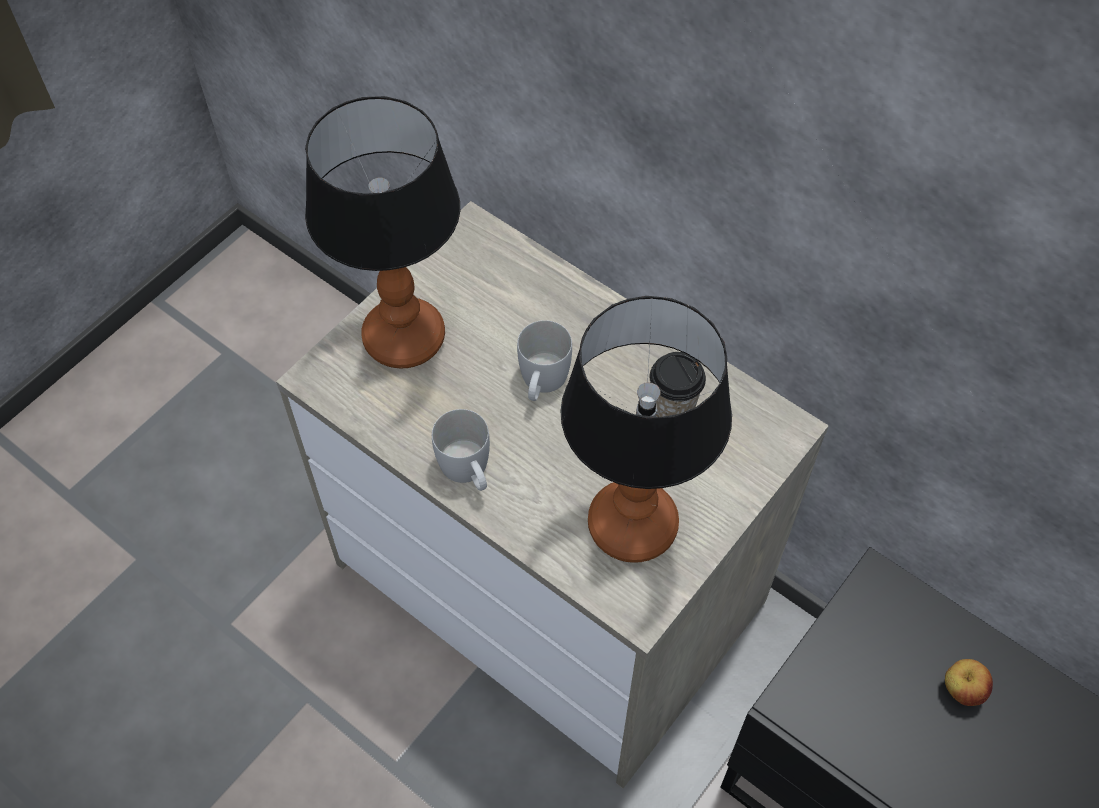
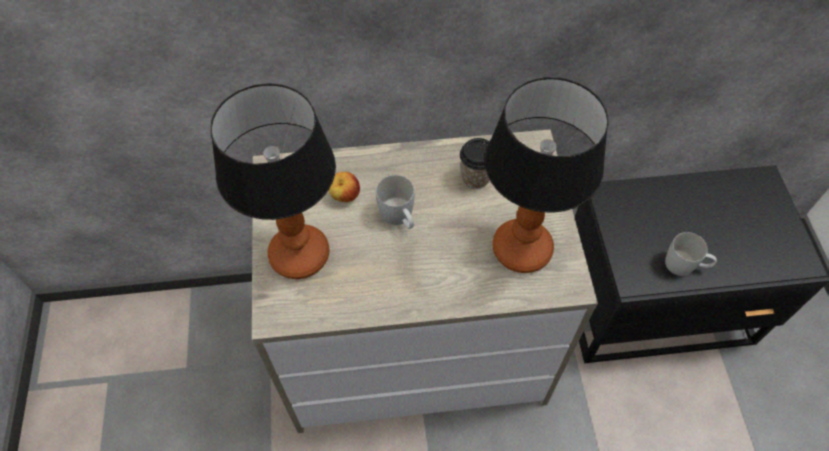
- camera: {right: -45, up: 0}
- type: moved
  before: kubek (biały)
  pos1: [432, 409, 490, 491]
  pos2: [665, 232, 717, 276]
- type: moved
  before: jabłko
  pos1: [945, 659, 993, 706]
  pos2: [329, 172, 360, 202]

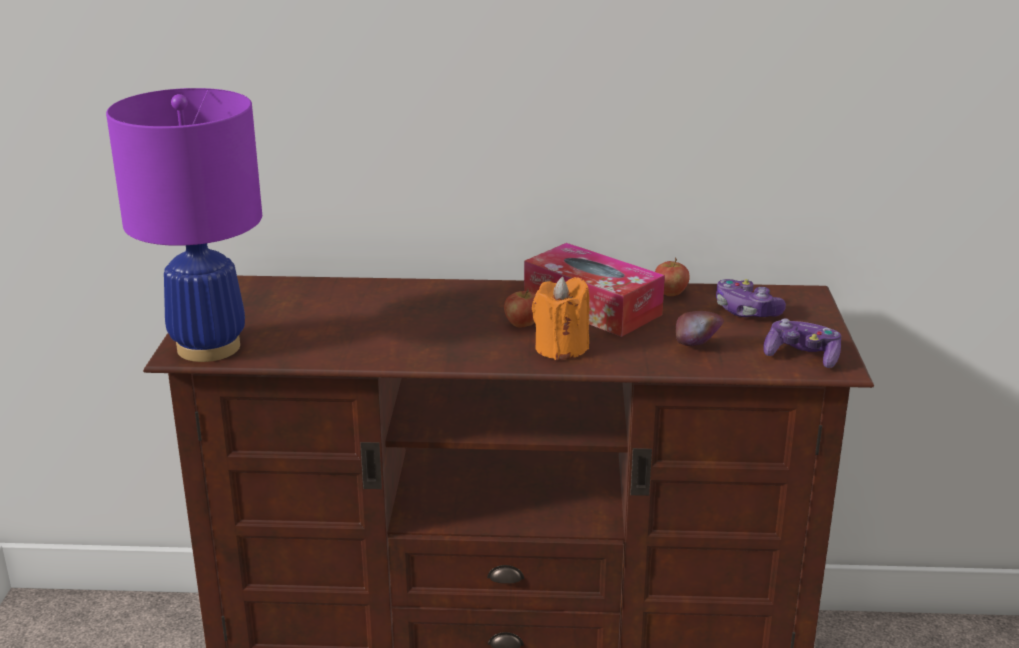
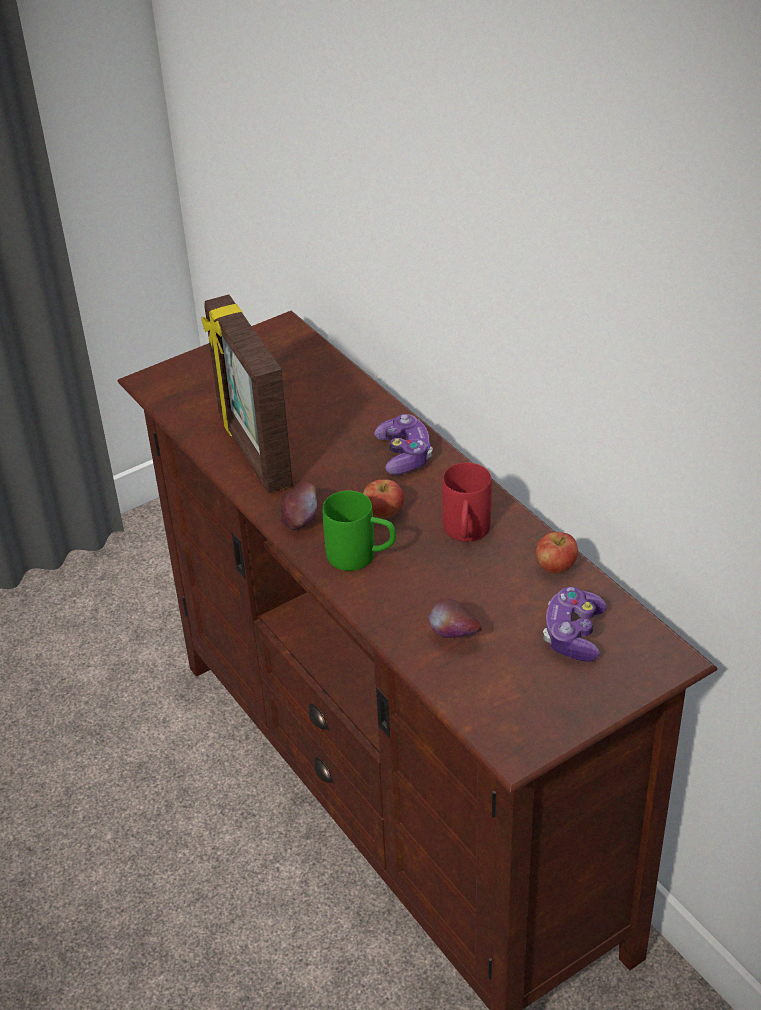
- camera: {right: 55, up: 15}
- type: removed
  before: lampa stołowa (fioletowy)
  pos1: [106, 88, 262, 362]
- type: replaced
  before: pudełko chusteczek
  after: kubek (czerwony)
  pos1: [524, 243, 665, 337]
  pos2: [442, 463, 492, 542]
- type: replaced
  before: świeca (pomarańczowy)
  after: kubek (zielony)
  pos1: [532, 277, 590, 360]
  pos2: [323, 491, 396, 571]
- type: moved
  before: pad do gier
  pos1: [763, 318, 841, 368]
  pos2: [374, 414, 433, 475]
- type: added
  after: ramka na zdjęcie
  pos2: [202, 294, 293, 493]
- type: added
  after: jabłko
  pos2: [281, 482, 317, 530]

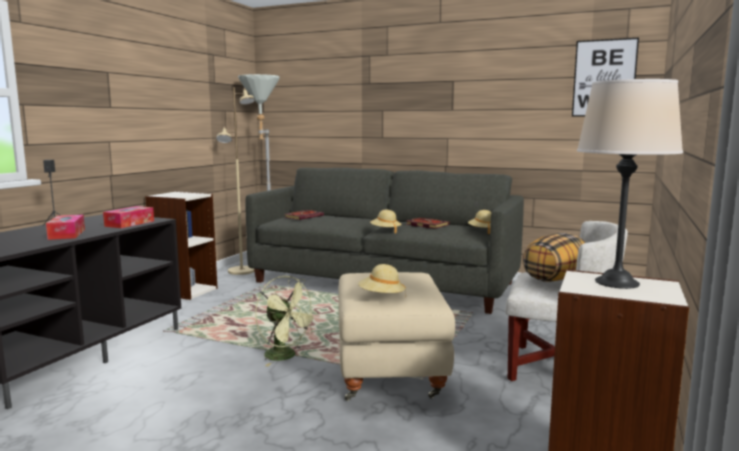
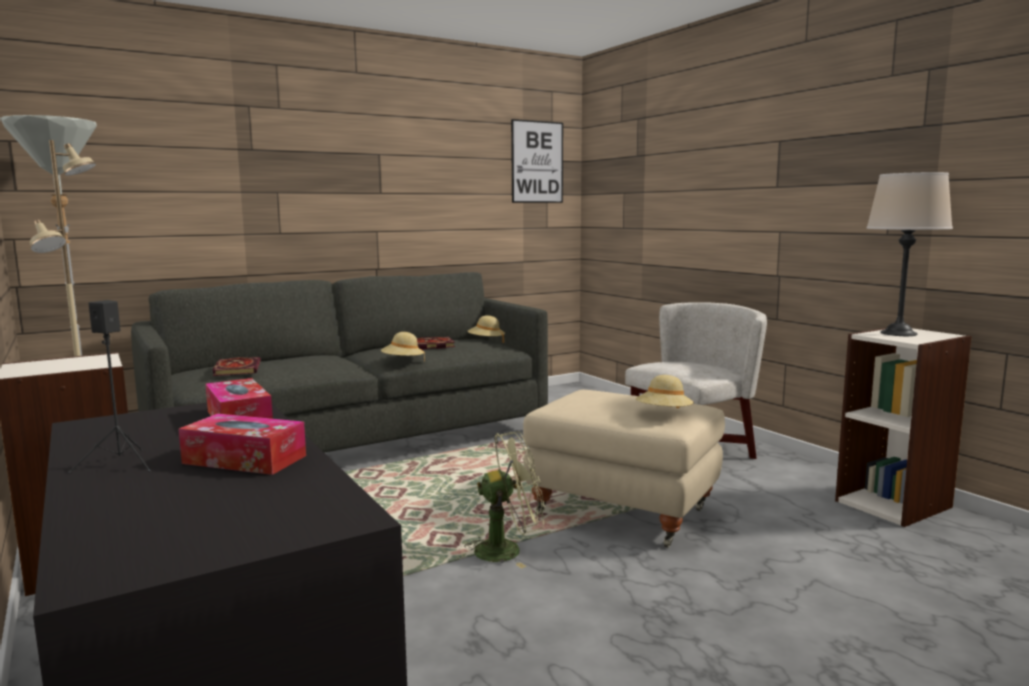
- camera: {right: -55, up: 0}
- type: removed
  before: poduszka
  pos1: [522, 233, 585, 282]

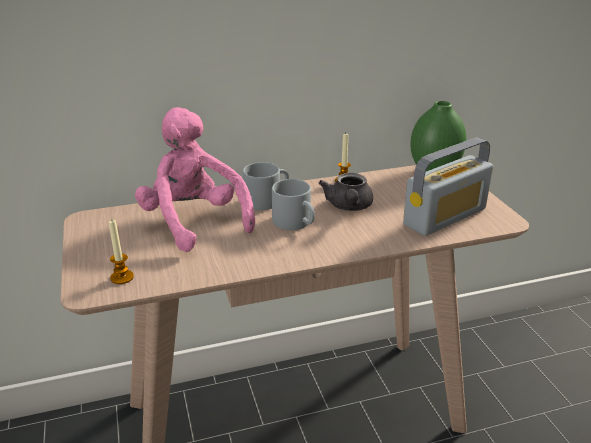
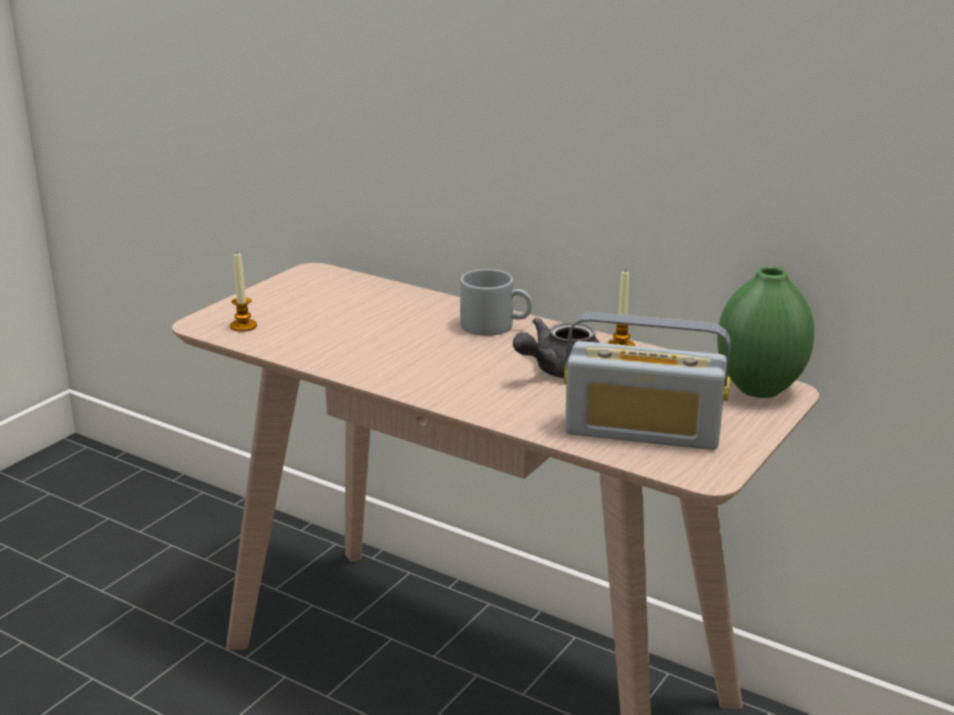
- camera: {right: 50, up: -5}
- type: removed
  before: pluszak (różowy)
  pos1: [135, 107, 255, 252]
- type: removed
  before: kubek (szary)
  pos1: [272, 179, 315, 230]

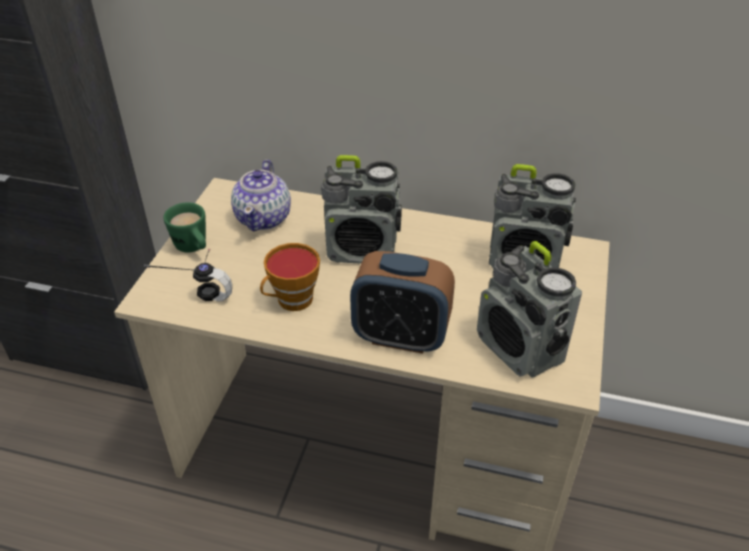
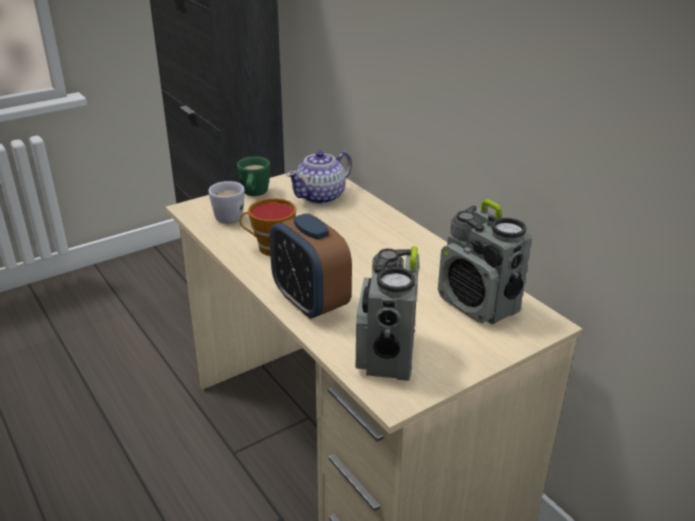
- camera: {right: 40, up: -10}
- type: replaced
  before: słuchawki
  after: kubek (biały)
  pos1: [144, 249, 232, 301]
  pos2: [208, 181, 245, 224]
- type: removed
  before: radio
  pos1: [321, 155, 402, 263]

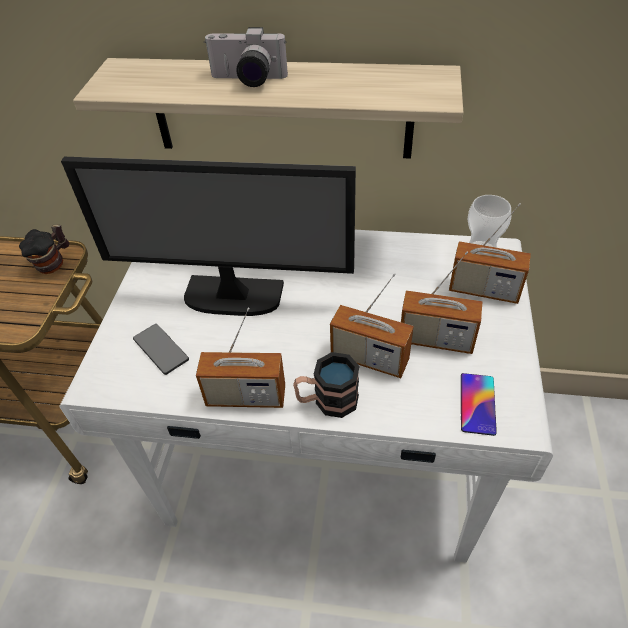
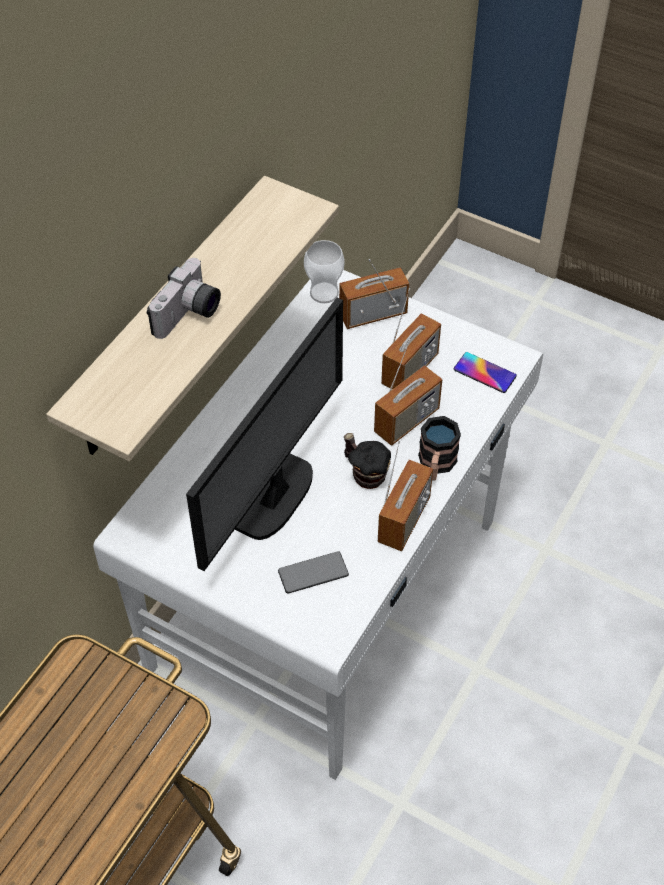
- camera: {right: -70, up: 5}
- type: moved
  before: kubek
  pos1: [19, 224, 70, 274]
  pos2: [344, 433, 391, 489]
- type: turned
  before: radio
  pos1: [449, 203, 531, 304]
  pos2: [339, 259, 409, 329]
  turn: -150

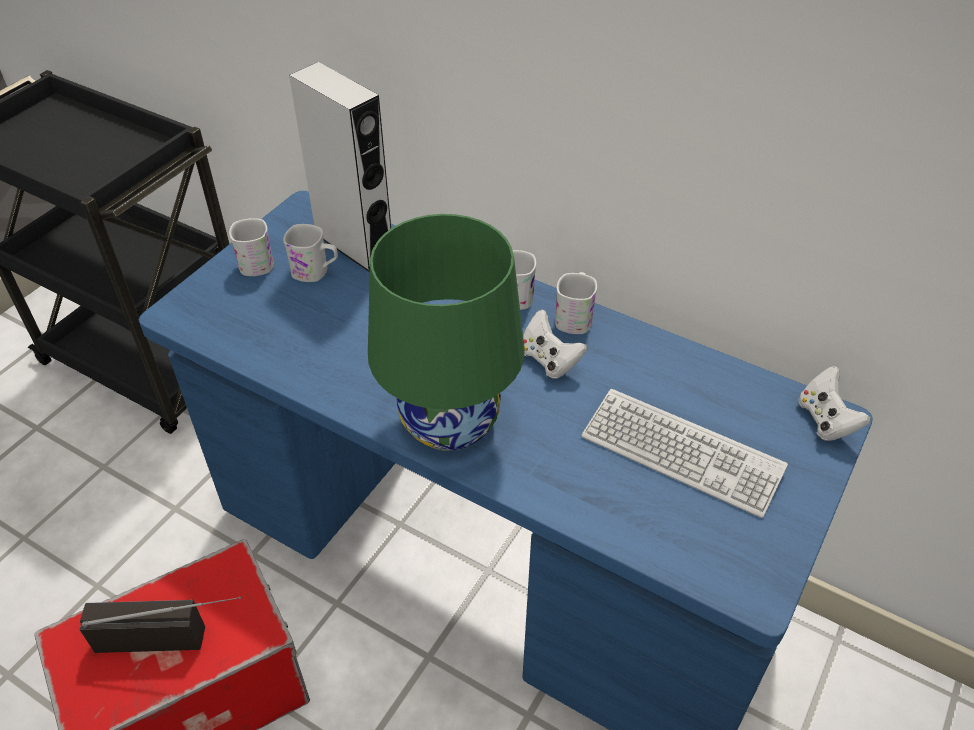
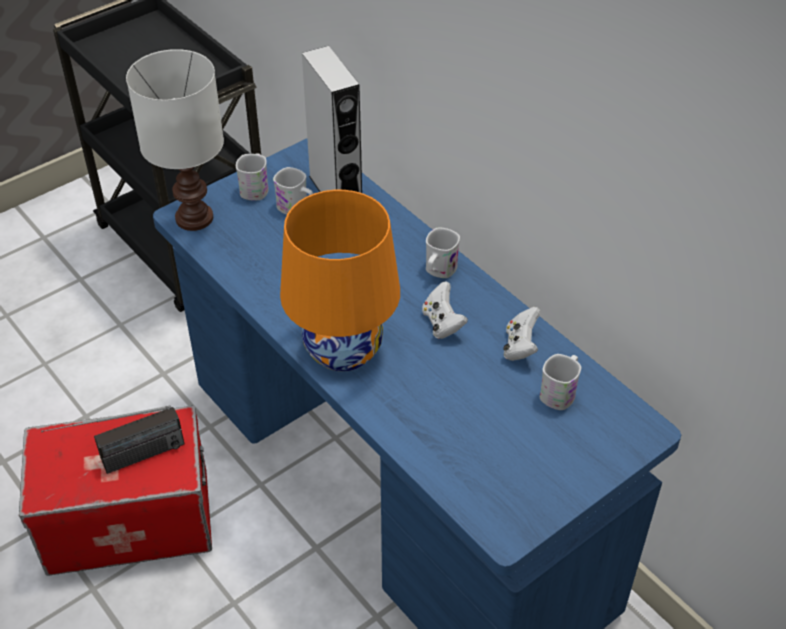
- camera: {right: 20, up: 0}
- type: turned
  before: radio
  pos1: [80, 596, 241, 653]
  pos2: [41, 405, 184, 474]
  turn: 135
- type: recoloured
  before: lampa stołowa (zielony)
  after: lampa stołowa (pomarańczowy)
  pos1: [368, 214, 525, 451]
  pos2: [280, 190, 400, 372]
- type: moved
  before: kubek (biały)
  pos1: [555, 272, 597, 334]
  pos2: [540, 354, 581, 410]
- type: removed
  before: klawiatura
  pos1: [582, 389, 788, 518]
- type: moved
  before: pad do gier (biały)
  pos1: [799, 367, 871, 441]
  pos2: [503, 307, 541, 361]
- type: added
  after: lampa stołowa (biały)
  pos2: [126, 49, 224, 231]

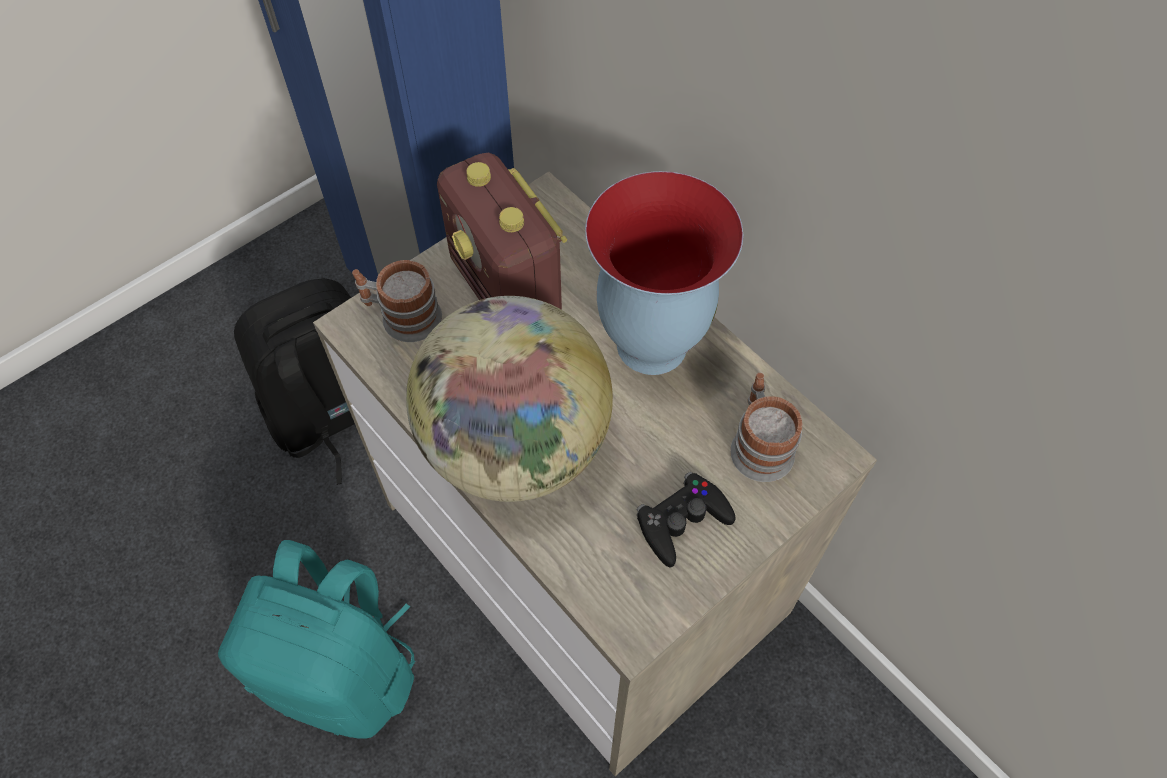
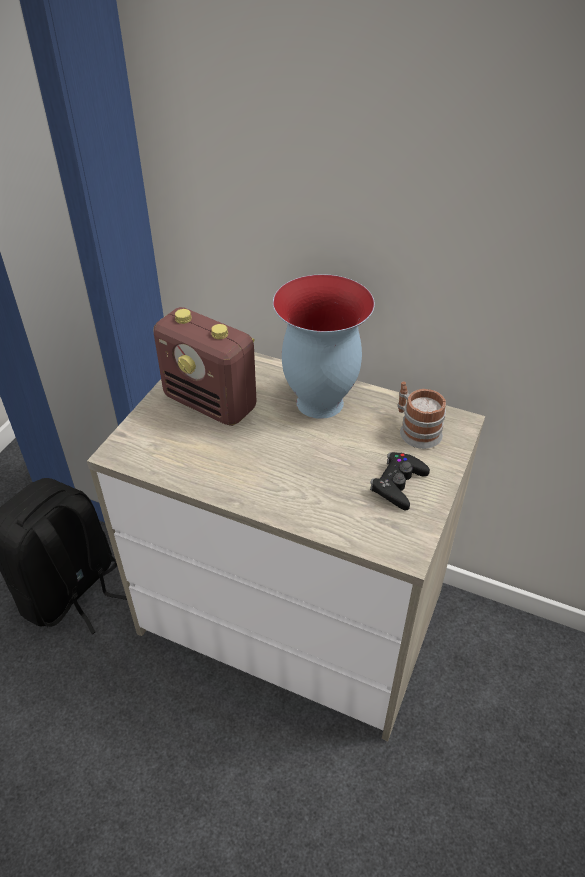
- camera: {right: -25, up: -15}
- type: removed
  before: plecak (turkusowy)
  pos1: [218, 540, 415, 739]
- type: removed
  before: kubek
  pos1: [352, 260, 442, 342]
- type: removed
  before: globus
  pos1: [406, 296, 613, 502]

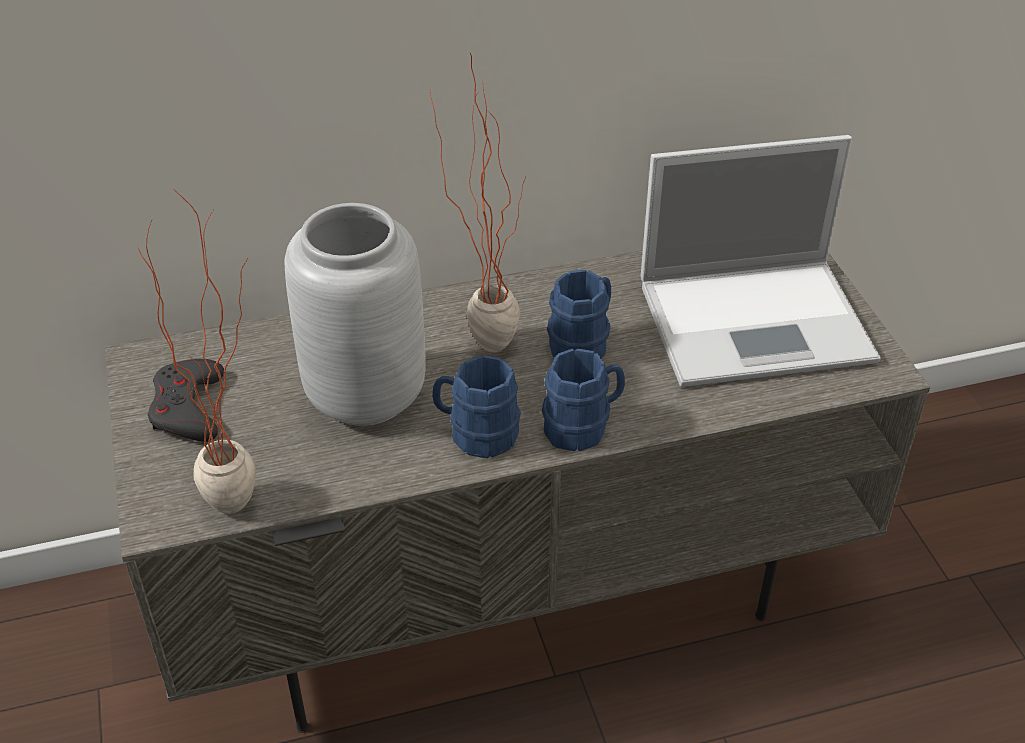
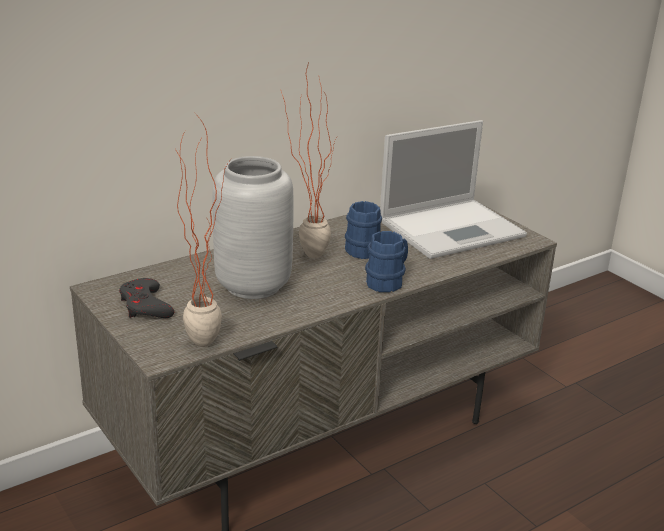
- camera: {right: -20, up: -15}
- type: removed
  before: kubek (niebieski)
  pos1: [432, 355, 521, 458]

